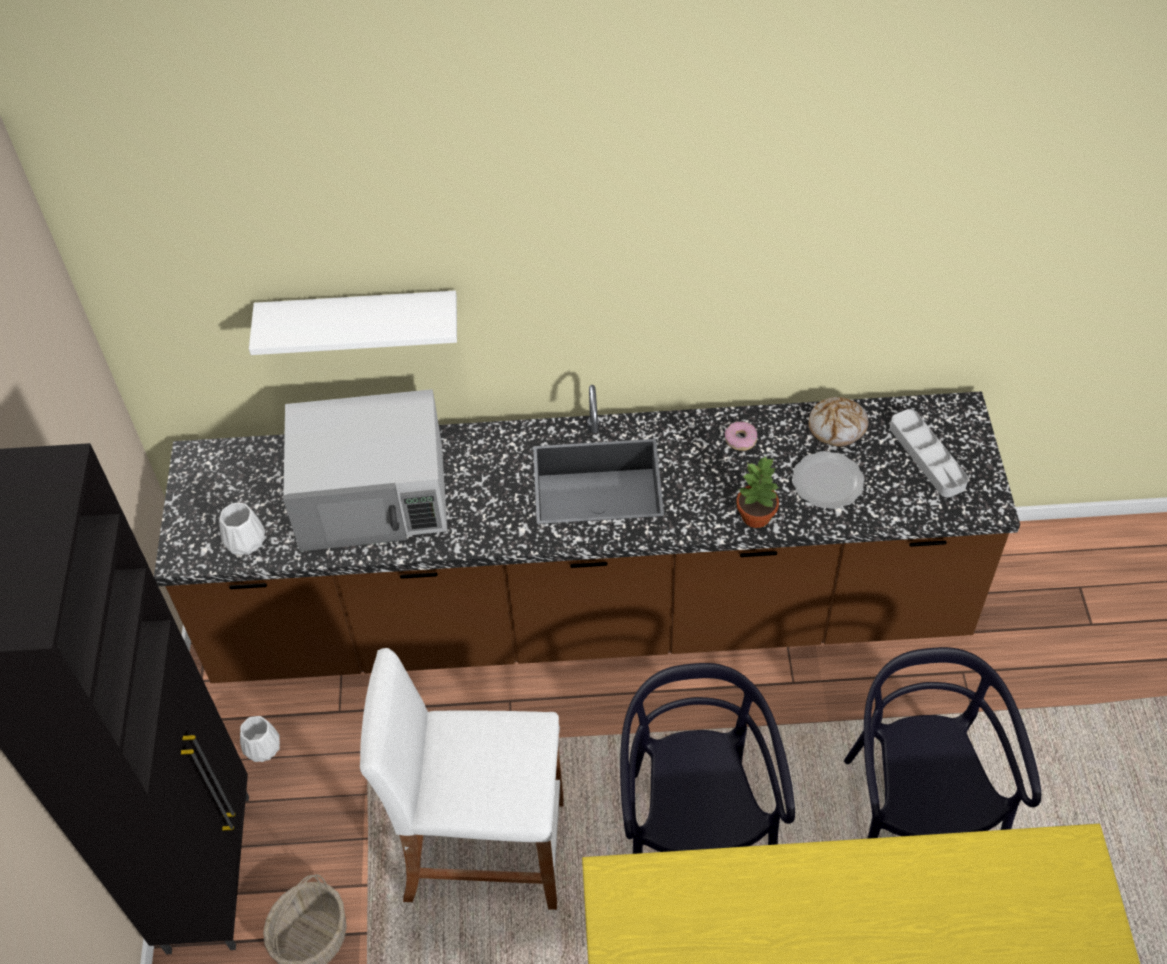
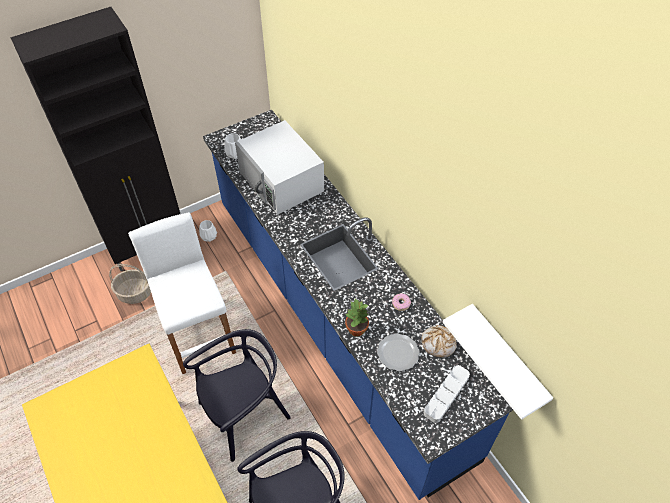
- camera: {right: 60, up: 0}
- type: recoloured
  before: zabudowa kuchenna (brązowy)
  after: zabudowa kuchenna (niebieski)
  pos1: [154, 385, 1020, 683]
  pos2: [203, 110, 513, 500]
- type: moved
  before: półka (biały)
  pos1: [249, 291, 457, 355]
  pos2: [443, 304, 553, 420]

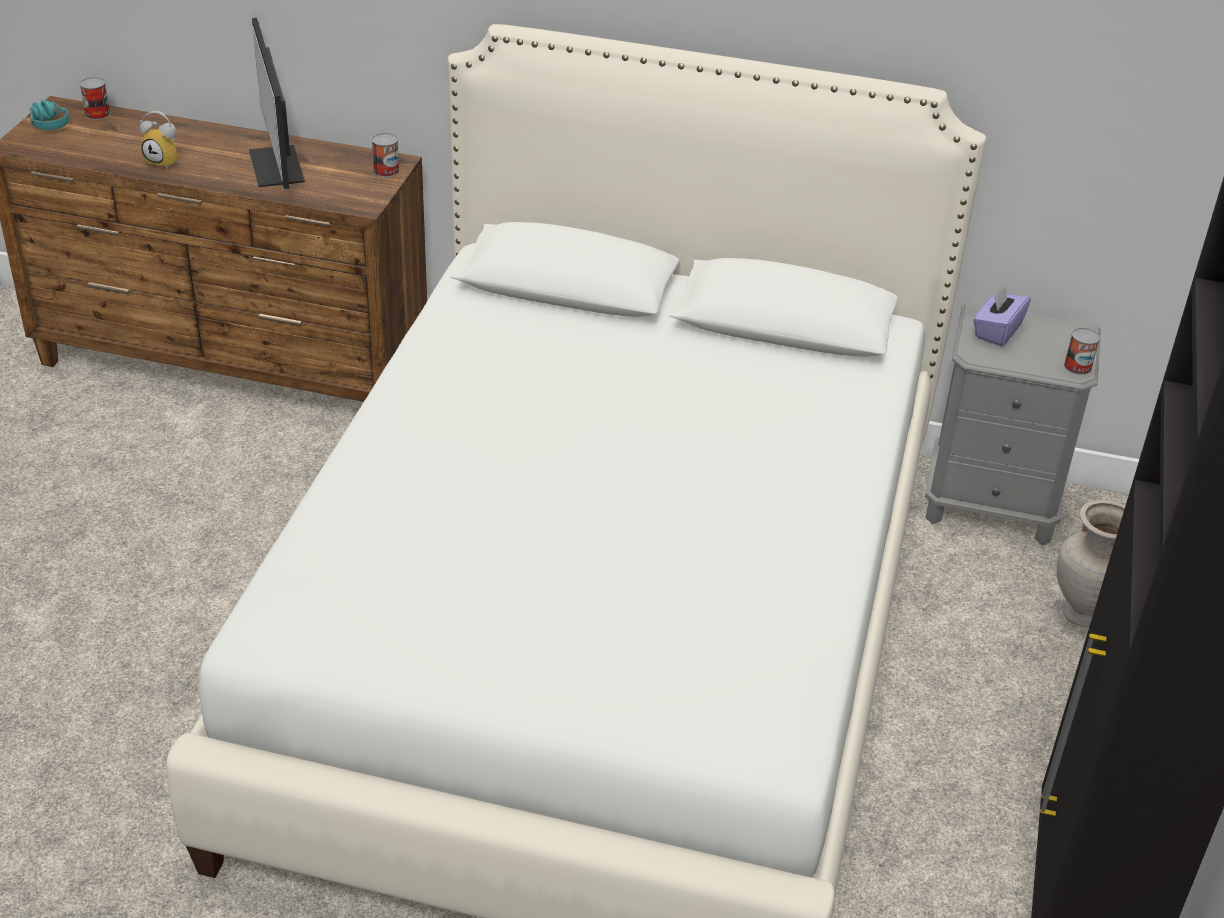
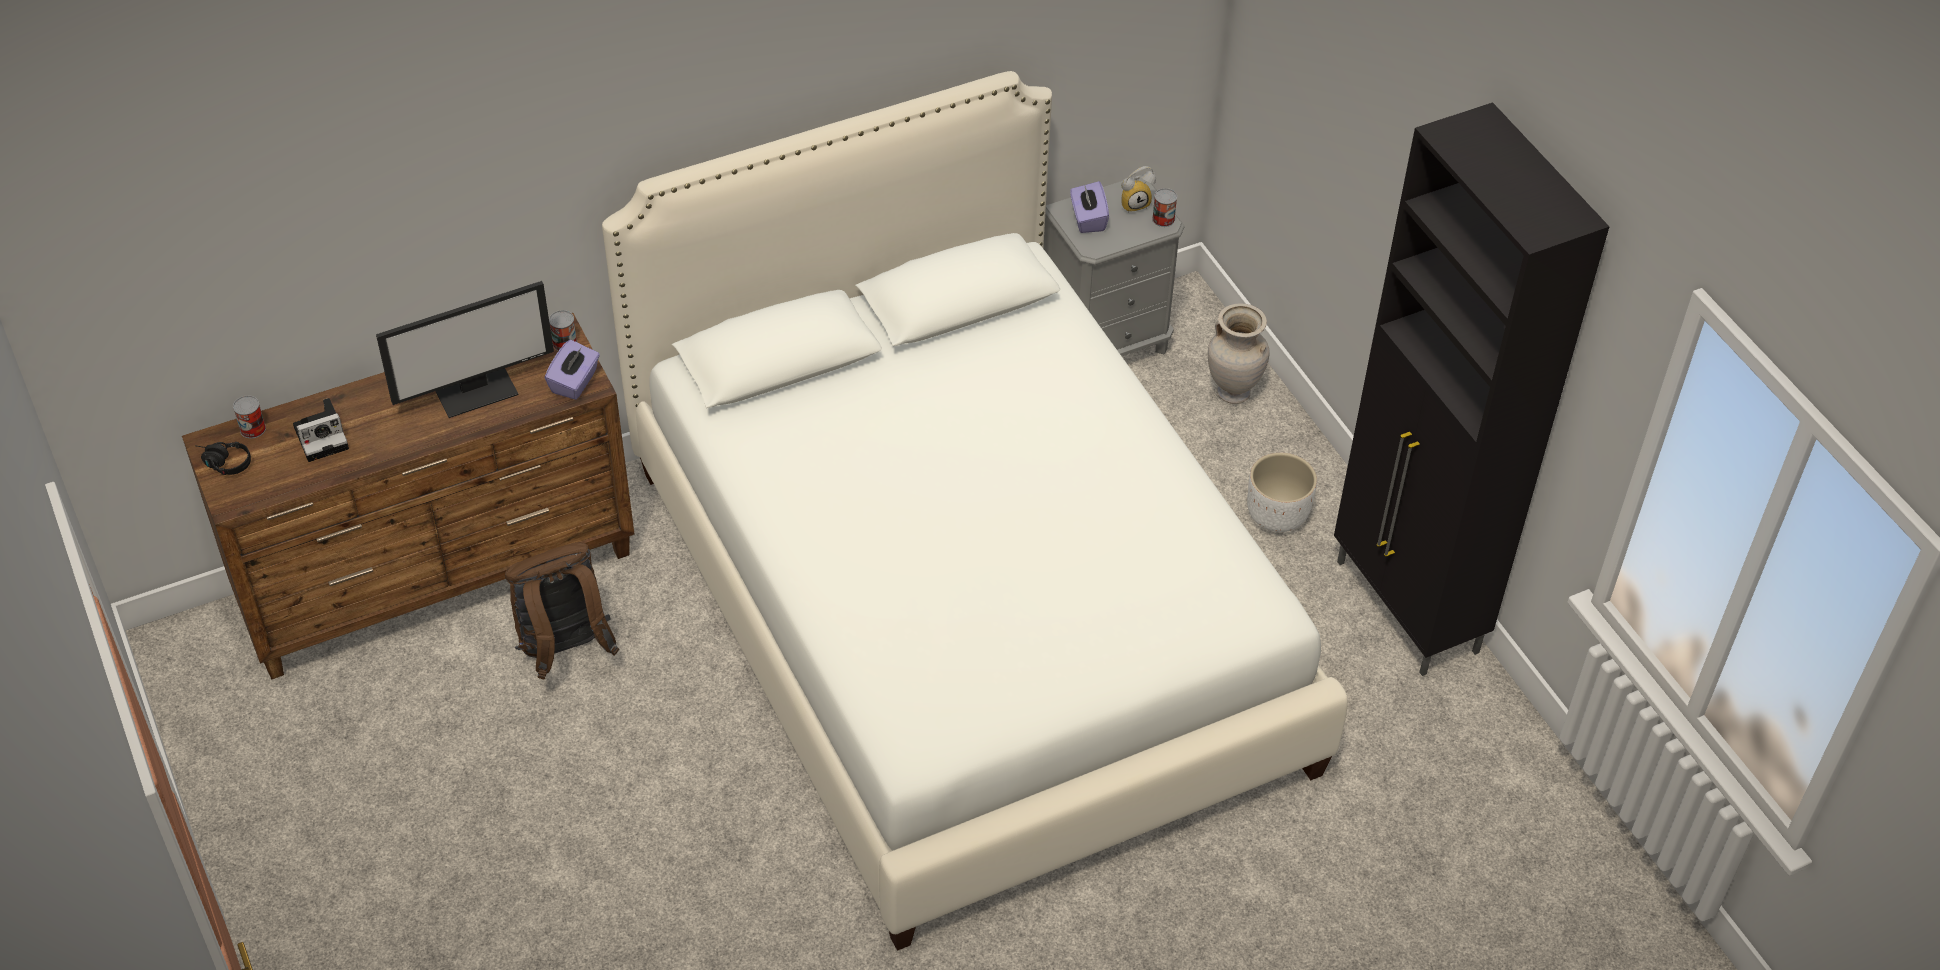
- camera: {right: -40, up: 10}
- type: recoloured
  before: słuchawki (turkusowy)
  after: słuchawki (czarny)
  pos1: [30, 100, 69, 130]
  pos2: [195, 442, 251, 475]
- type: moved
  before: budzik
  pos1: [140, 111, 178, 170]
  pos2: [1121, 166, 1156, 213]
- type: turned
  before: monitor
  pos1: [249, 18, 305, 189]
  pos2: [376, 281, 554, 418]
  turn: -60
- type: added
  after: aparat fotograficzny
  pos2: [293, 398, 349, 462]
- type: added
  after: plecak (brązowy)
  pos2: [505, 542, 619, 679]
- type: added
  after: pudełko chusteczek (fioletowy)
  pos2: [545, 340, 600, 400]
- type: added
  after: donica (biały)
  pos2: [1247, 453, 1317, 532]

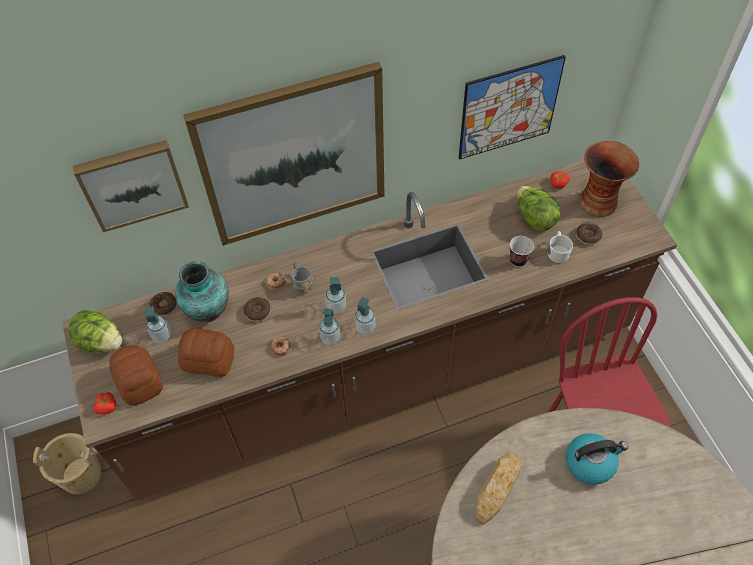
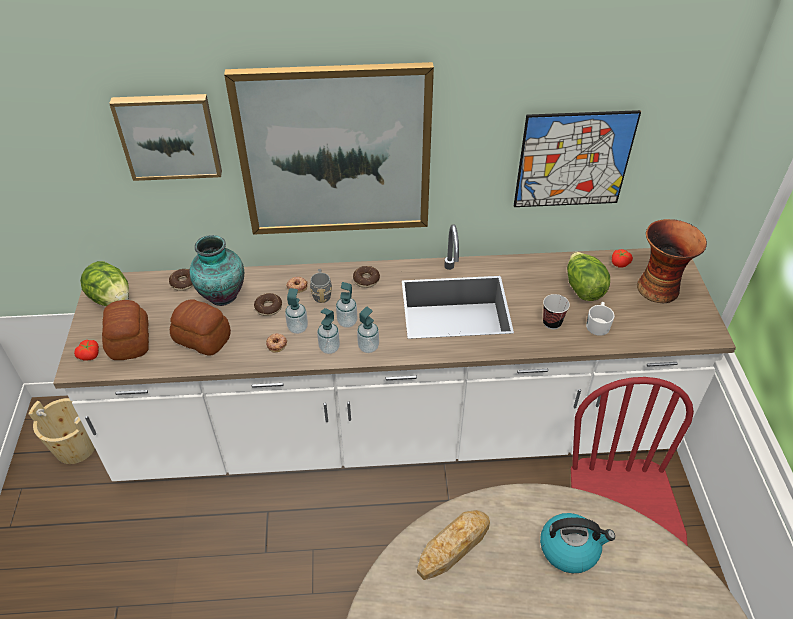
- camera: {right: 15, up: -10}
- type: recoloured
  before: zabudowa kuchenna (brązowy)
  after: zabudowa kuchenna (biały)
  pos1: [62, 160, 677, 500]
  pos2: [53, 224, 736, 481]
- type: moved
  before: dozownik mydła
  pos1: [145, 306, 171, 343]
  pos2: [285, 288, 308, 334]
- type: moved
  before: donut
  pos1: [576, 222, 602, 245]
  pos2: [353, 266, 380, 288]

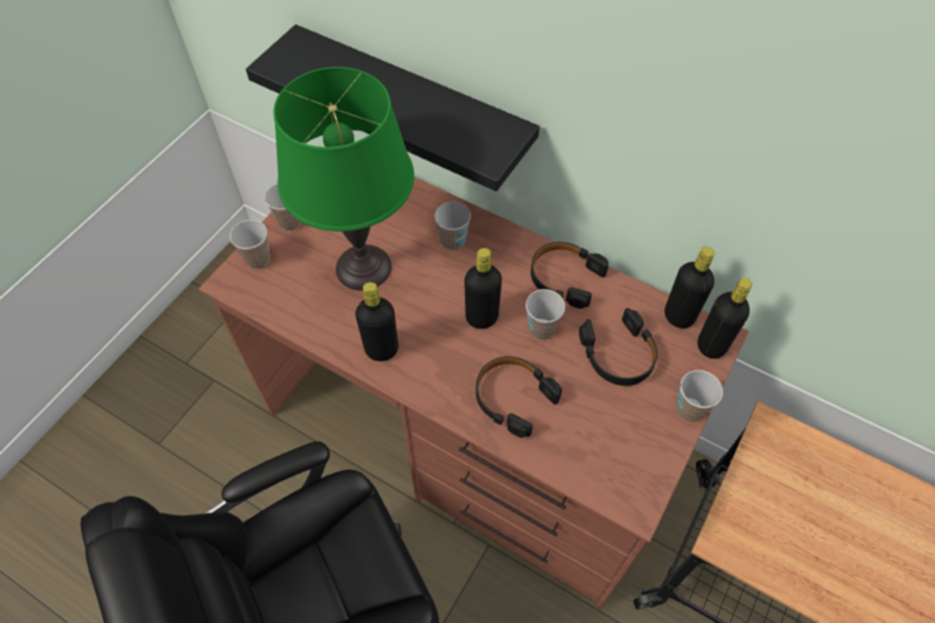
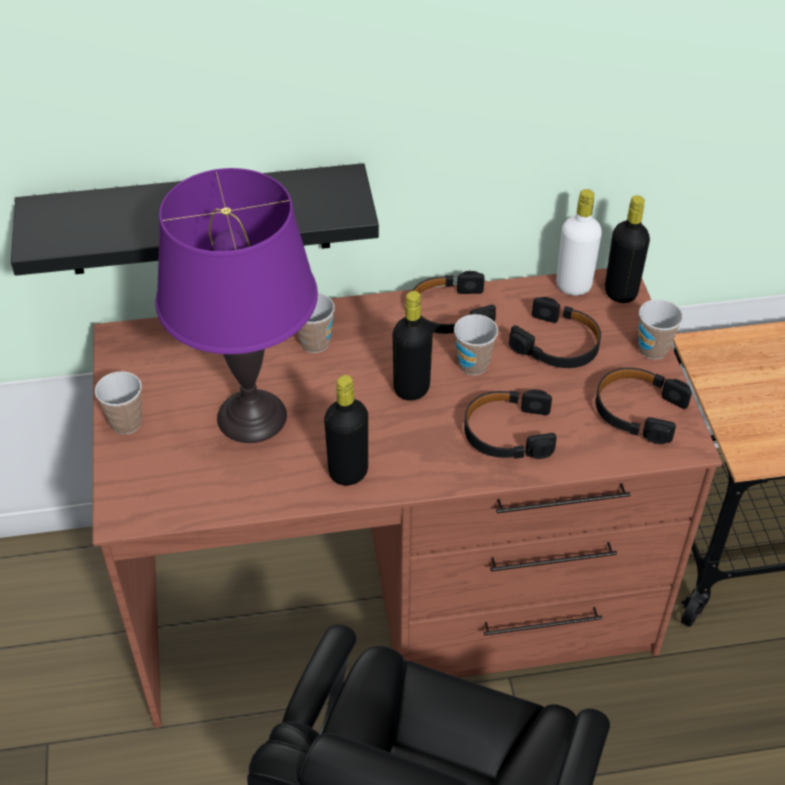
- camera: {right: -40, up: -10}
- type: removed
  before: filiżanka
  pos1: [230, 220, 270, 269]
- type: recoloured
  before: lampa stołowa (zielony)
  after: lampa stołowa (fioletowy)
  pos1: [273, 67, 414, 291]
  pos2: [155, 168, 318, 443]
- type: recoloured
  before: butelka (czarny)
  after: butelka (biały)
  pos1: [665, 246, 714, 328]
  pos2: [556, 189, 602, 296]
- type: added
  after: słuchawki (czarny)
  pos2: [596, 368, 692, 444]

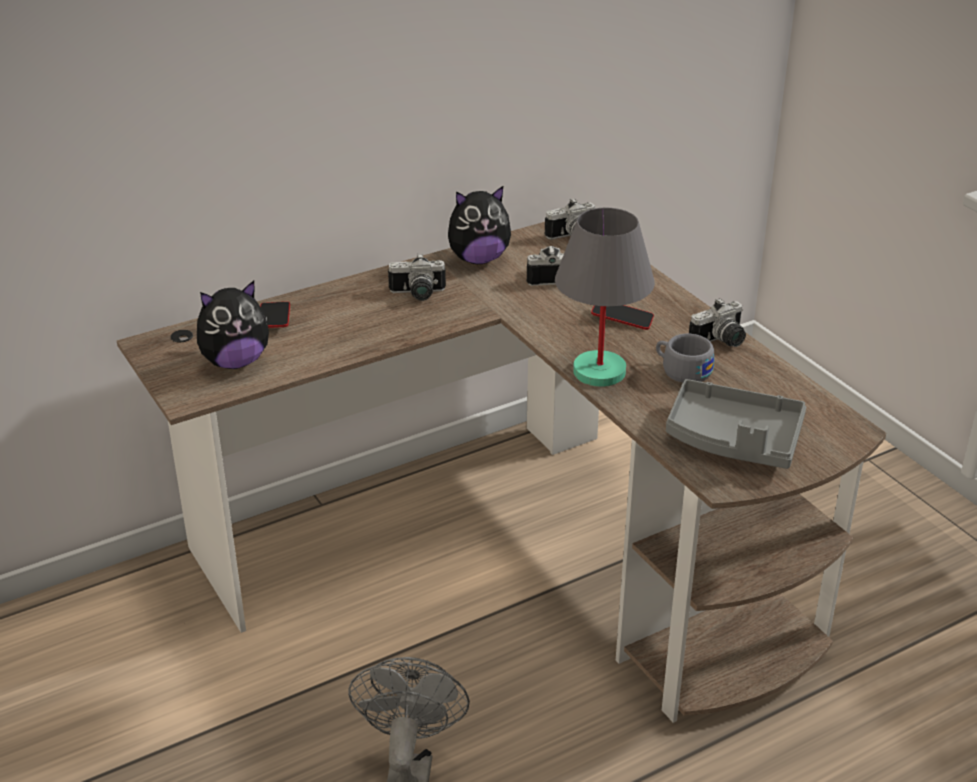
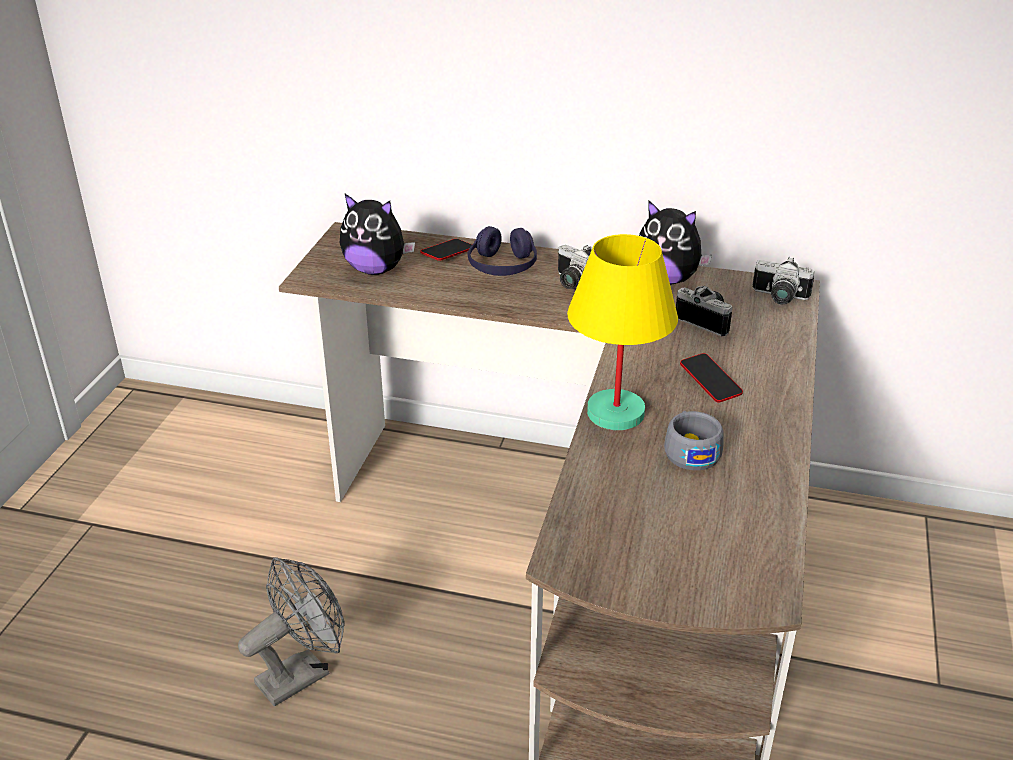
- camera: {right: 45, up: 0}
- type: recoloured
  before: lampa stołowa (szary)
  after: lampa stołowa (żółty)
  pos1: [555, 208, 655, 387]
  pos2: [567, 234, 678, 430]
- type: removed
  before: taca (szary)
  pos1: [666, 379, 807, 469]
- type: removed
  before: aparat fotograficzny
  pos1: [689, 298, 746, 347]
- type: added
  after: słuchawki (fioletowy)
  pos2: [468, 226, 537, 276]

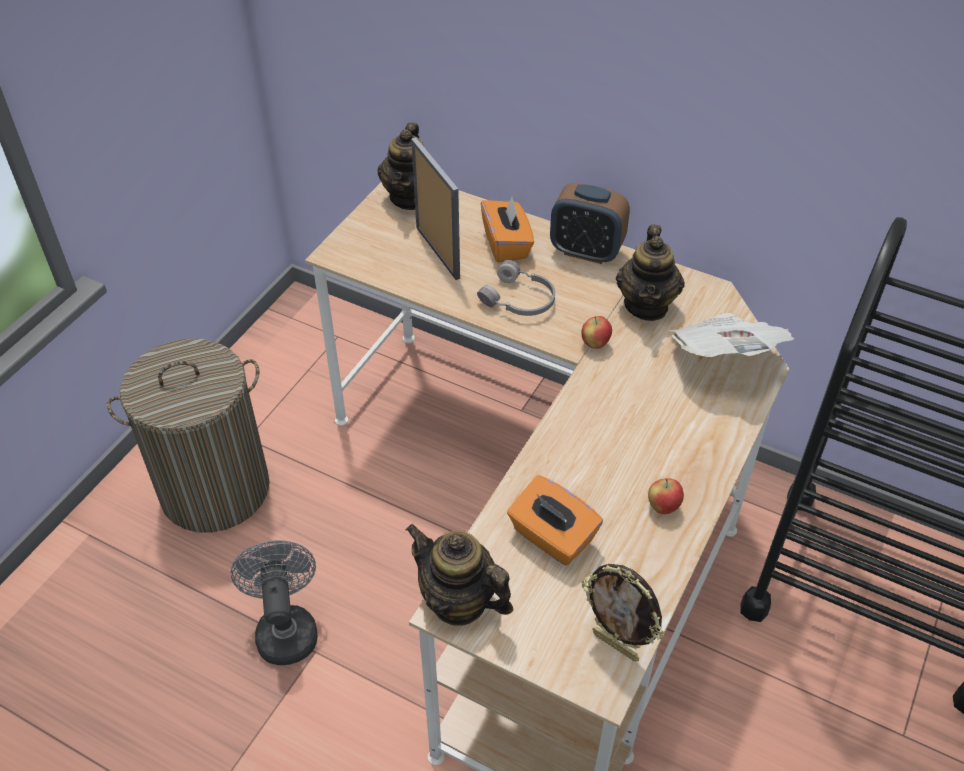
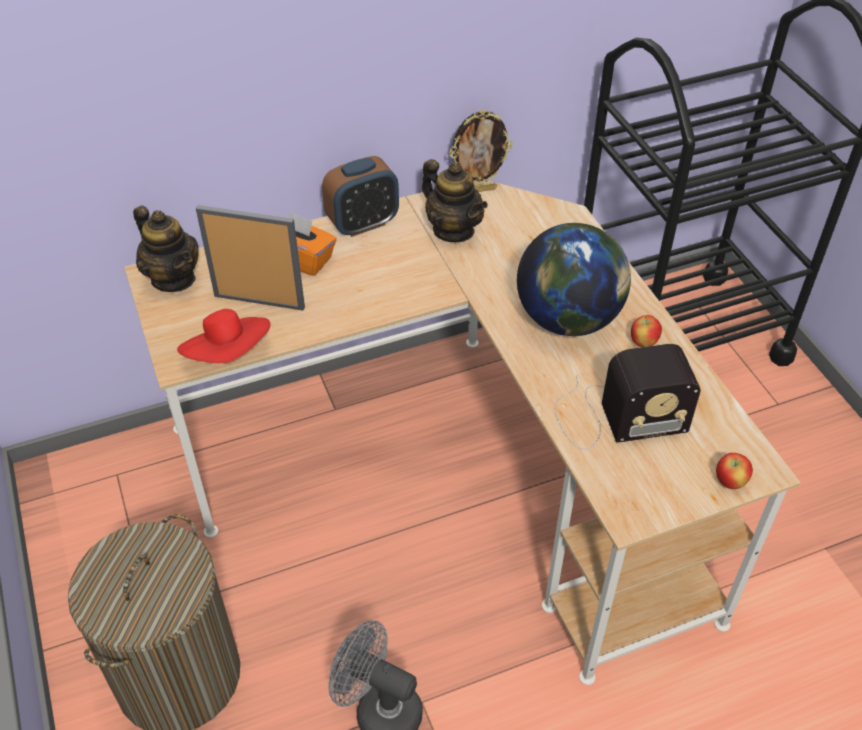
- camera: {right: -50, up: 0}
- type: removed
  before: imbryk
  pos1: [406, 524, 513, 626]
- type: removed
  before: słuchawki (szary)
  pos1: [477, 260, 555, 316]
- type: replaced
  before: pudełko chusteczek (pomarańczowy)
  after: radio
  pos1: [507, 475, 603, 565]
  pos2: [555, 344, 701, 450]
- type: moved
  before: jabłko
  pos1: [581, 316, 612, 349]
  pos2: [716, 453, 753, 489]
- type: moved
  before: ramka na zdjęcie
  pos1: [582, 564, 664, 662]
  pos2: [449, 110, 512, 192]
- type: removed
  before: gazeta
  pos1: [671, 313, 794, 357]
- type: added
  after: kapelusz (czerwony)
  pos2: [177, 309, 270, 363]
- type: added
  after: globus
  pos2: [517, 223, 631, 336]

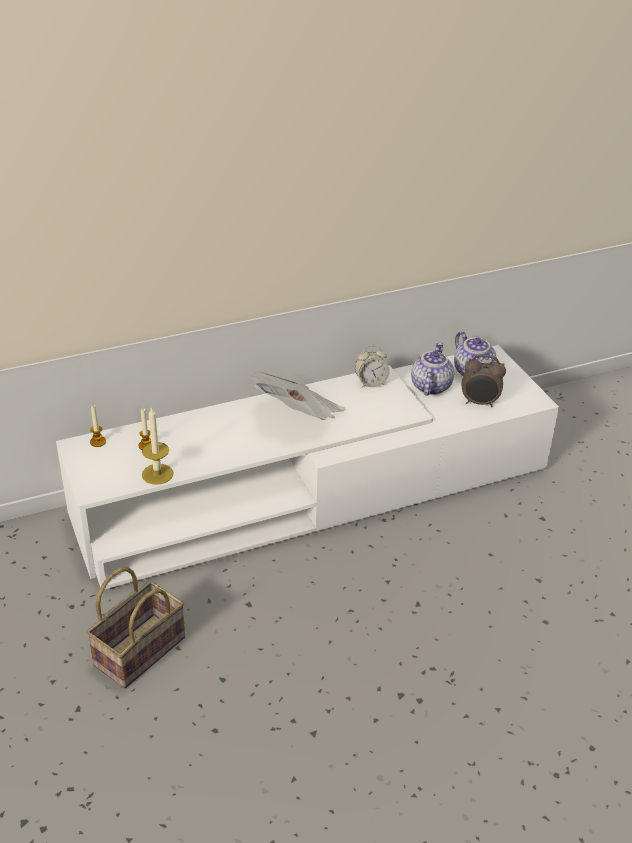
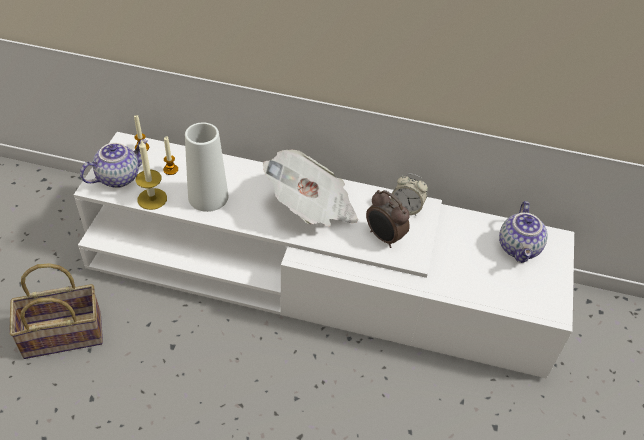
- camera: {right: 35, up: 10}
- type: moved
  before: imbryk
  pos1: [411, 343, 454, 395]
  pos2: [80, 139, 148, 188]
- type: moved
  before: budzik
  pos1: [462, 355, 506, 407]
  pos2: [366, 190, 410, 248]
- type: added
  after: wazon (biały)
  pos2: [185, 123, 228, 212]

